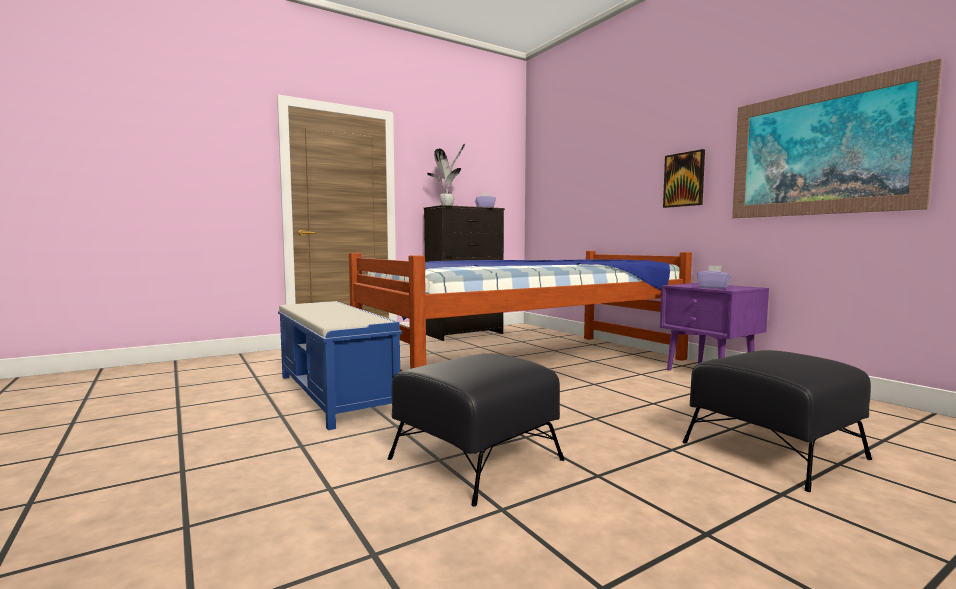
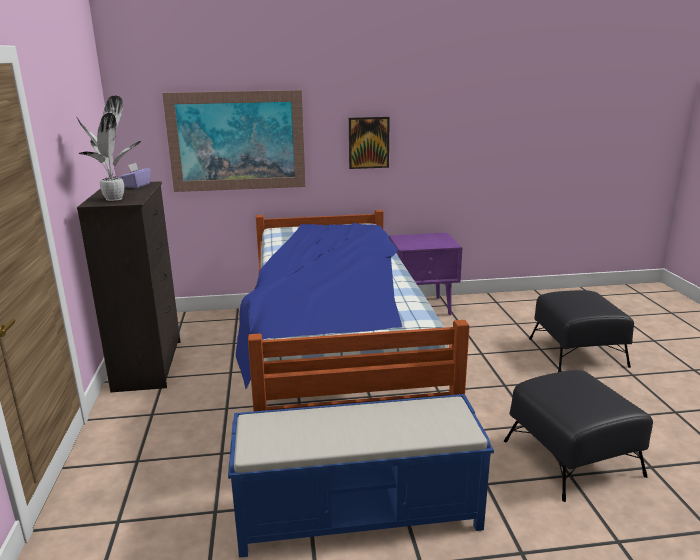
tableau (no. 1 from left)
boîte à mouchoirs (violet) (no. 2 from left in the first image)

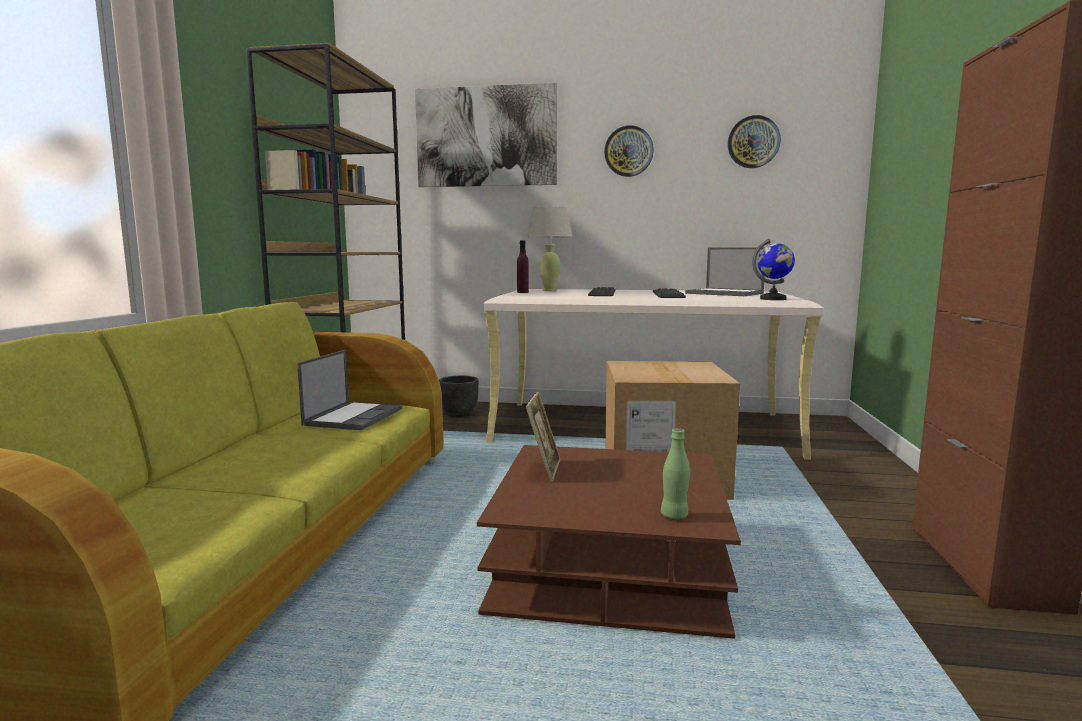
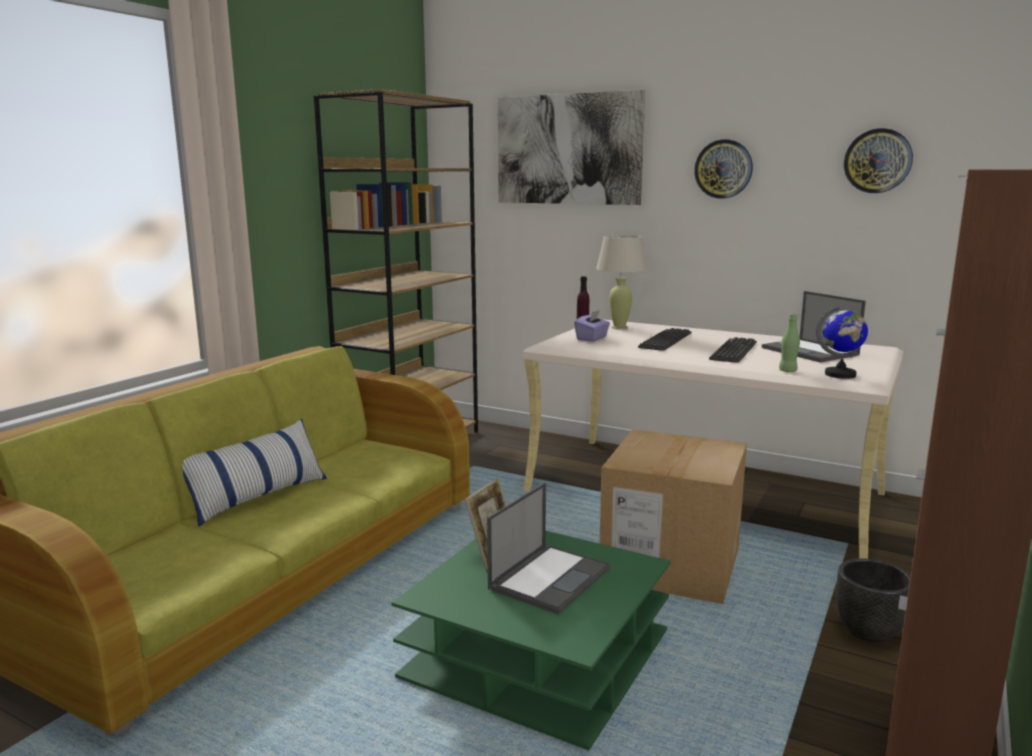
coussin
table basse (vert)
ordinateur portable (no. 1 from left)
boîte à mouchoirs (violet)
bouteille (vert)
cache-pot (noir)

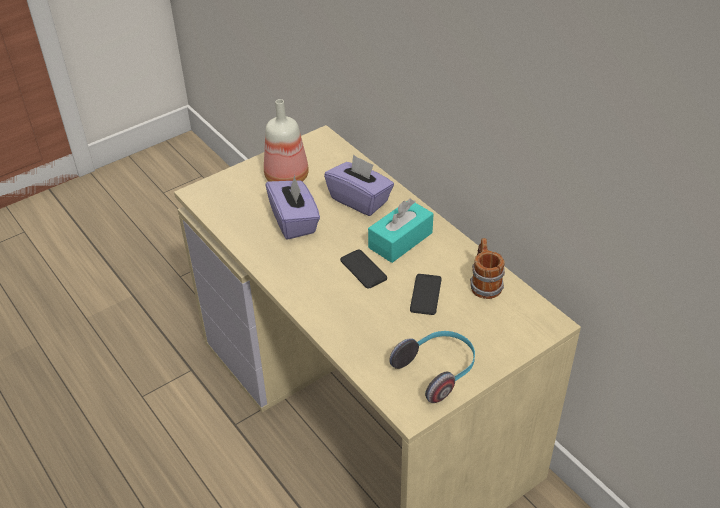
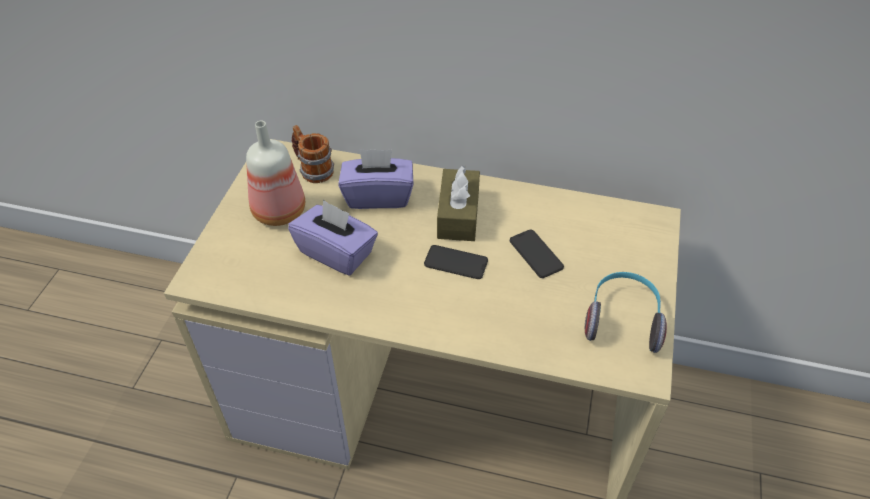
mug
boîte à mouchoirs (marron)

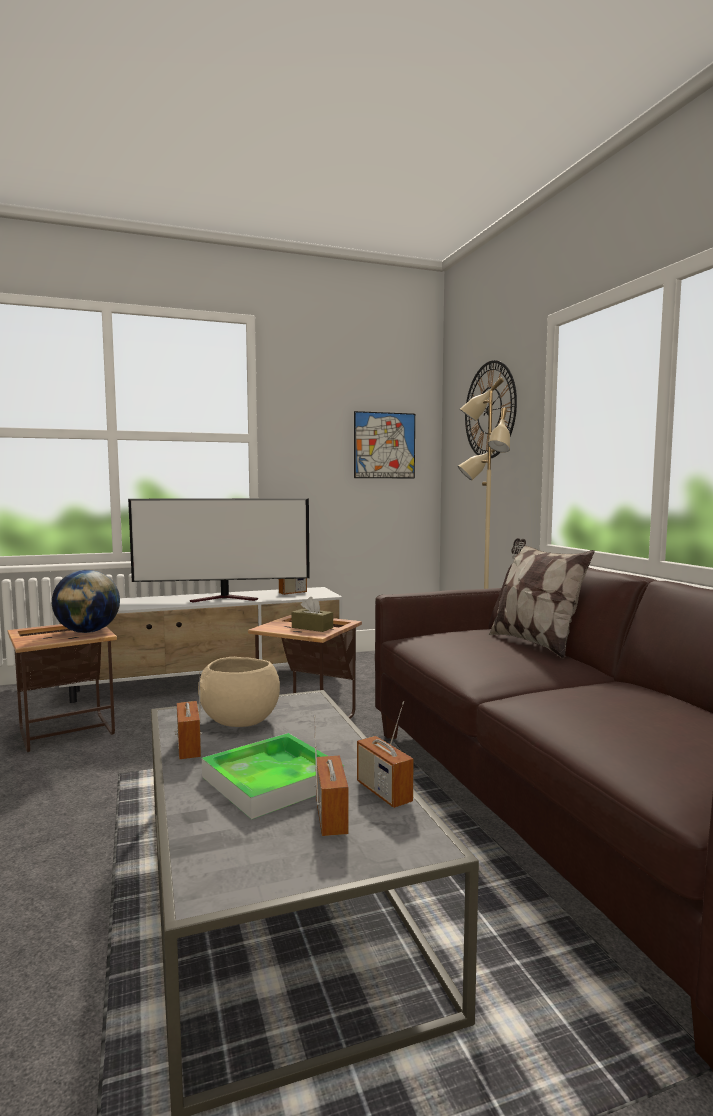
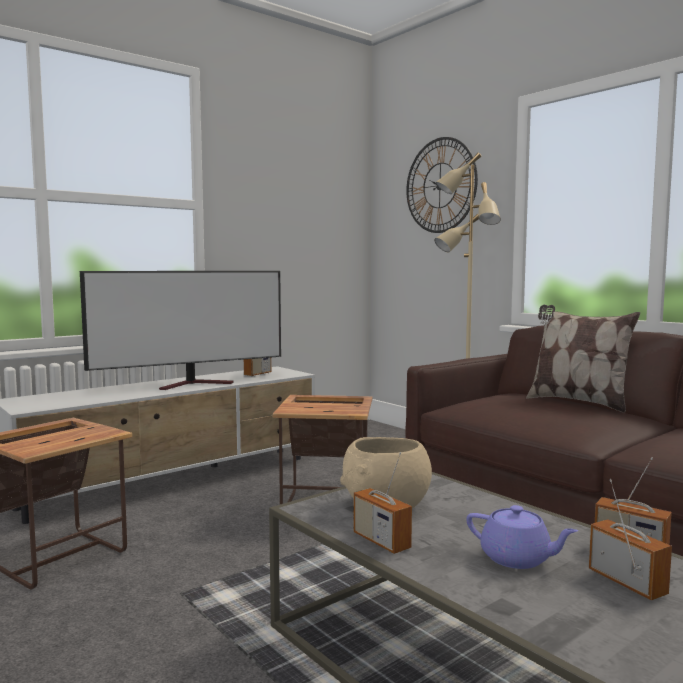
théière (violet)
globe
boîte à mouchoirs (marron)
tableau

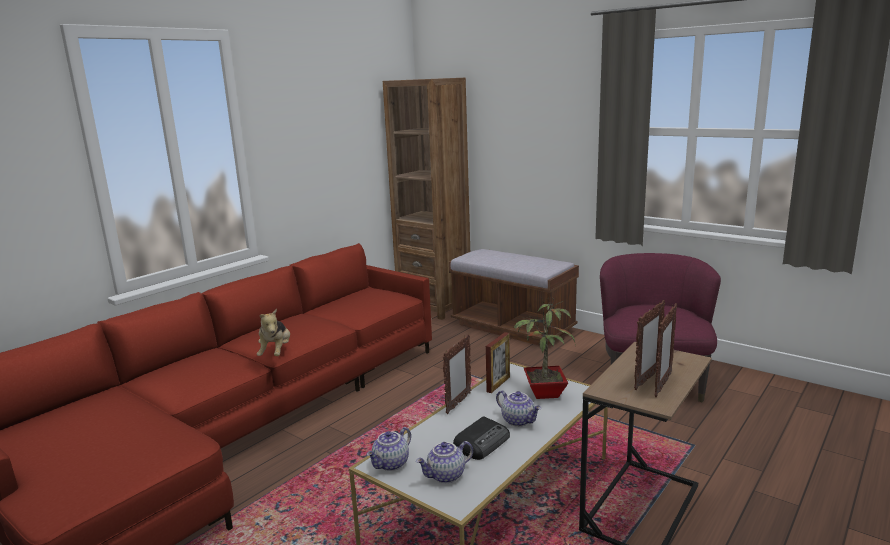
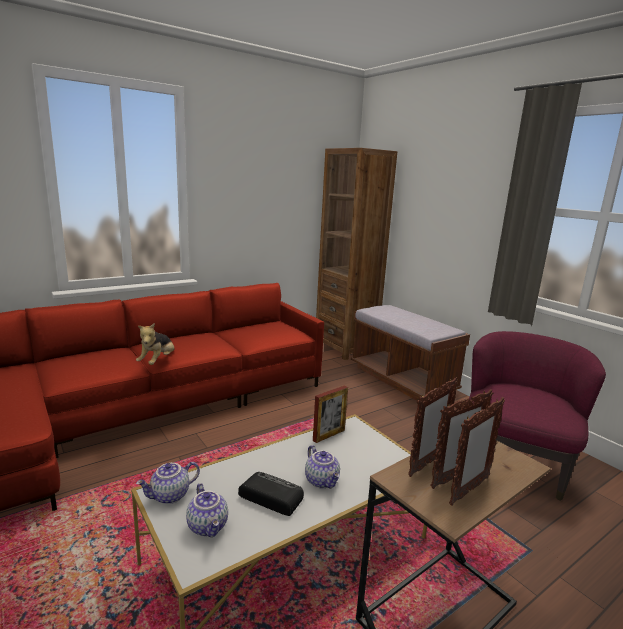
théière (no. 2 from left)
radio
cadre photo (no. 2 from left)
plante en pot

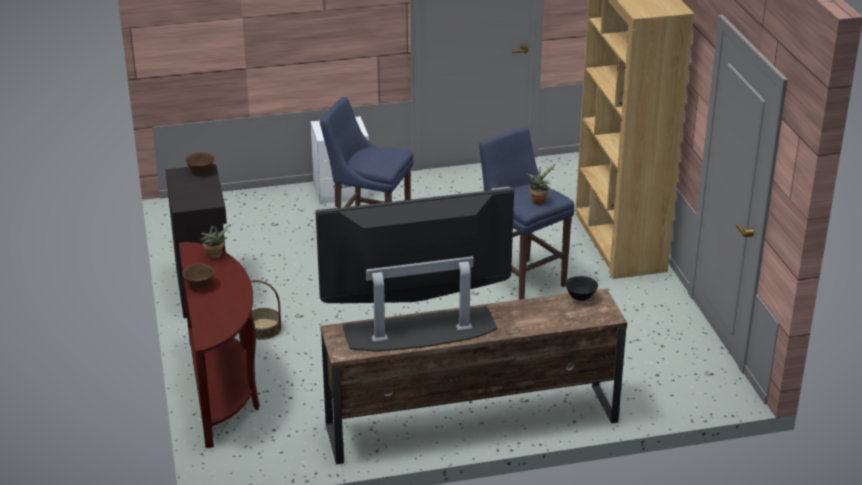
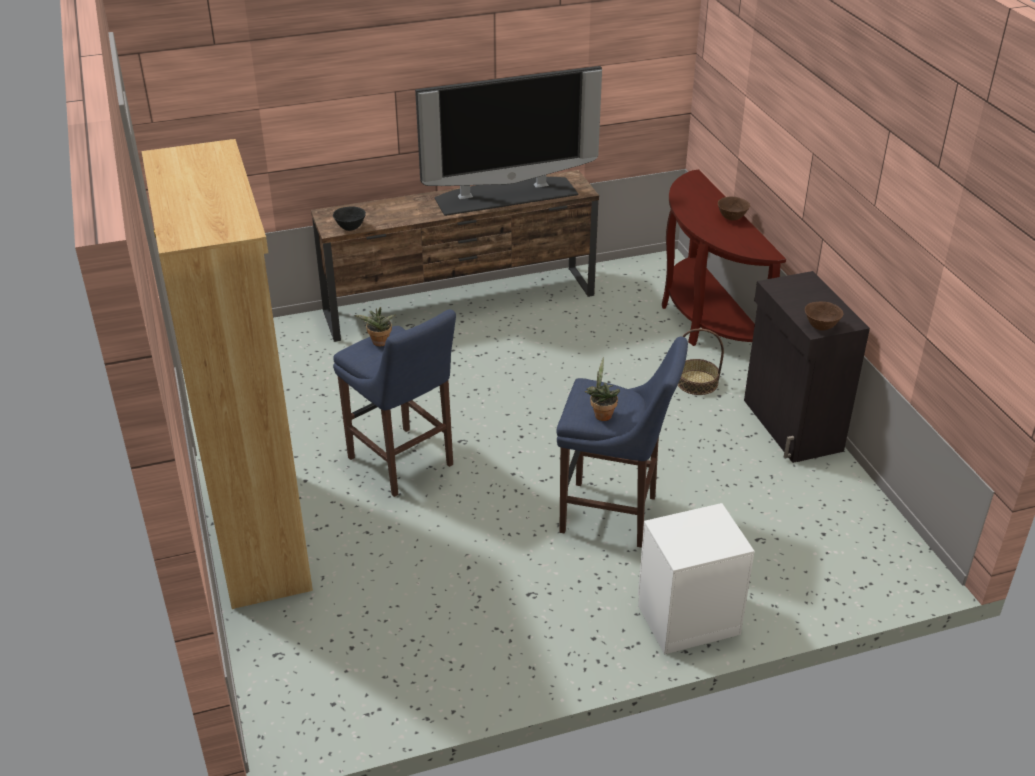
plante en pot (no. 2 from left)

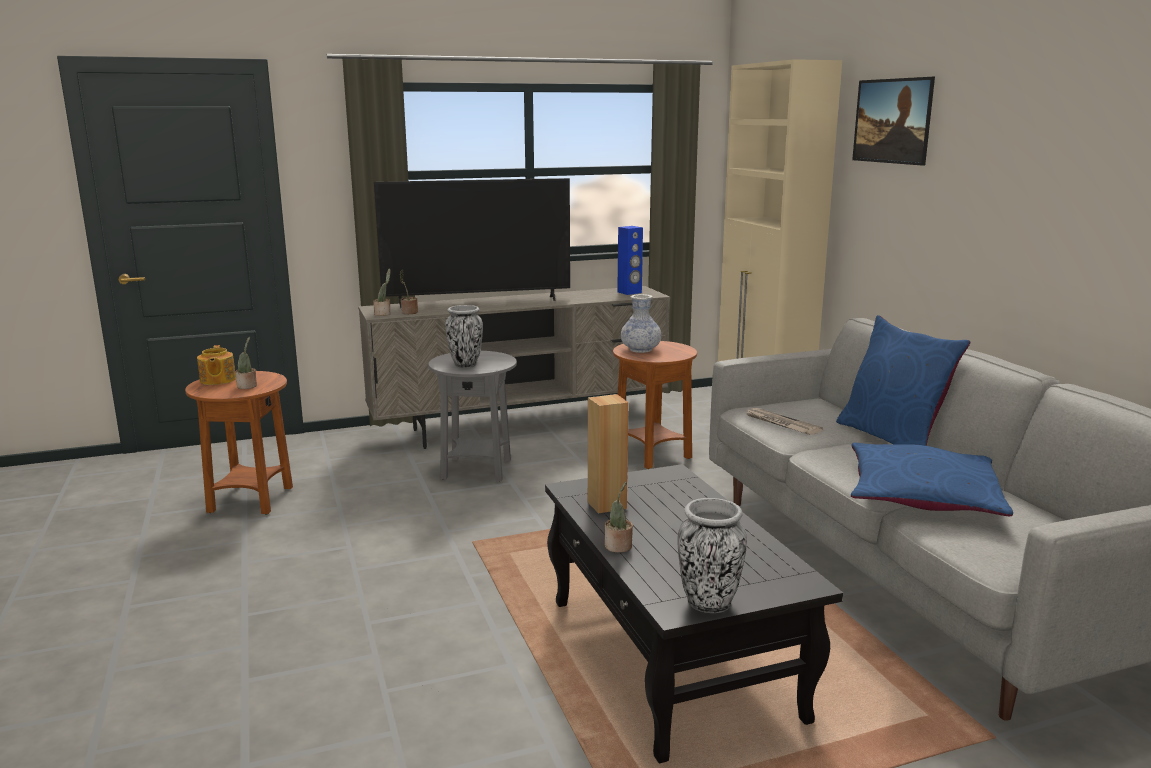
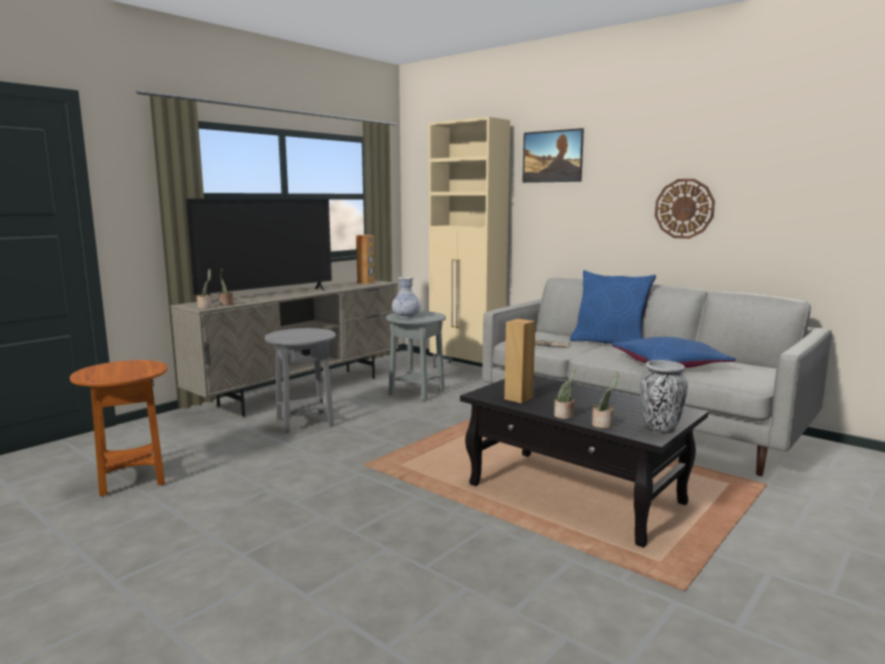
enceinte (marron) (no. 1 from left)
table d'appoint (gris) (no. 2 from left)
plante en pot (no. 4 from left)
horloge murale
théière
vase (no. 1 from left in the first image)

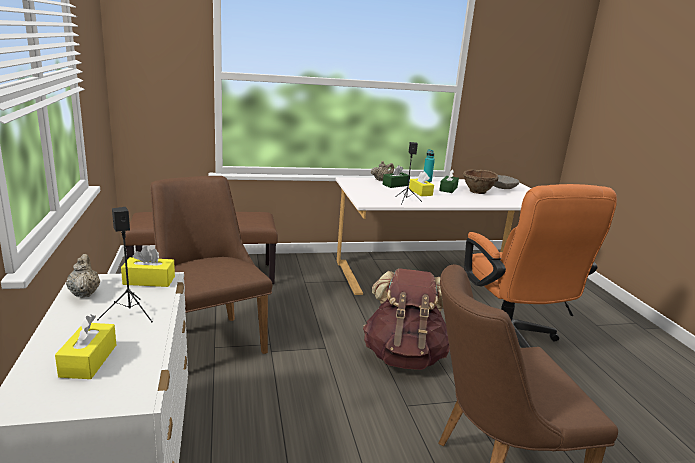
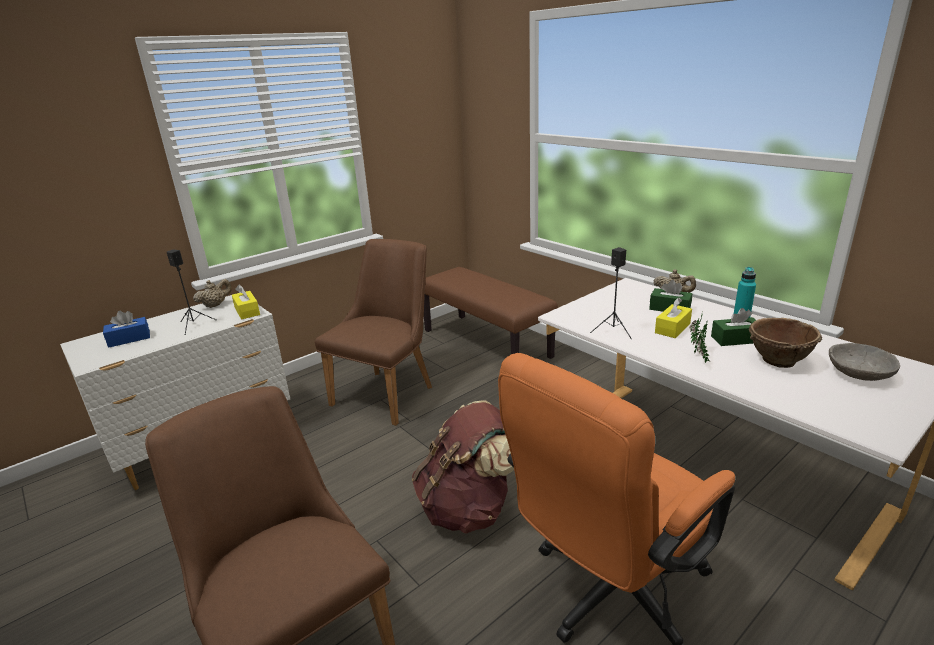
boîte à mouchoirs (bleu)
plante en pot

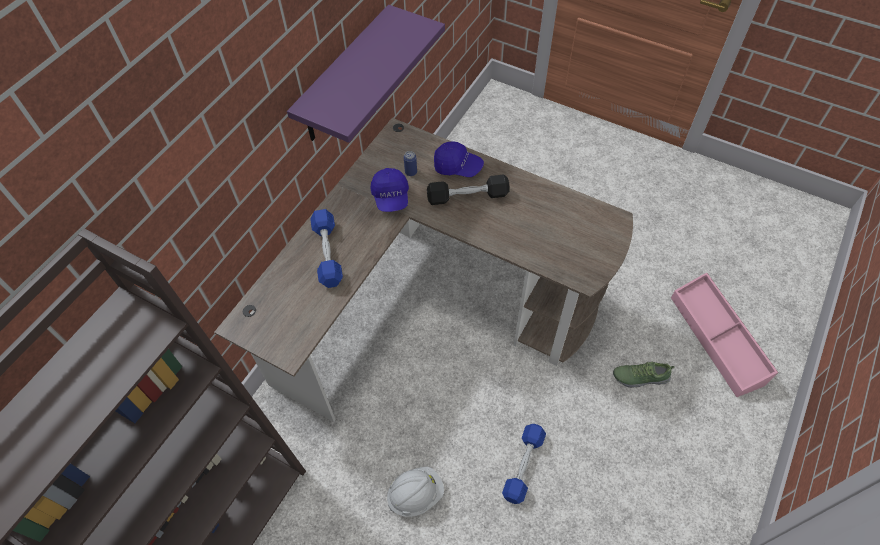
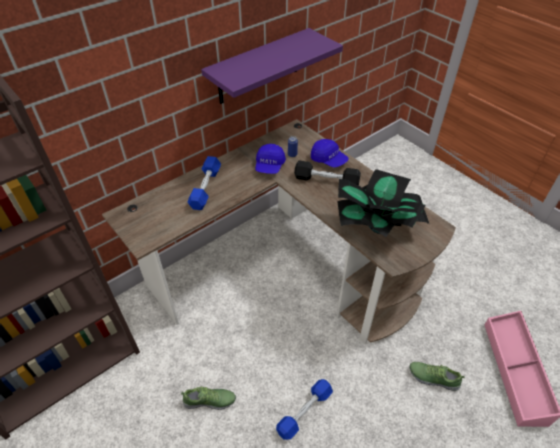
chaussure (no. 1 from left)
plante en pot

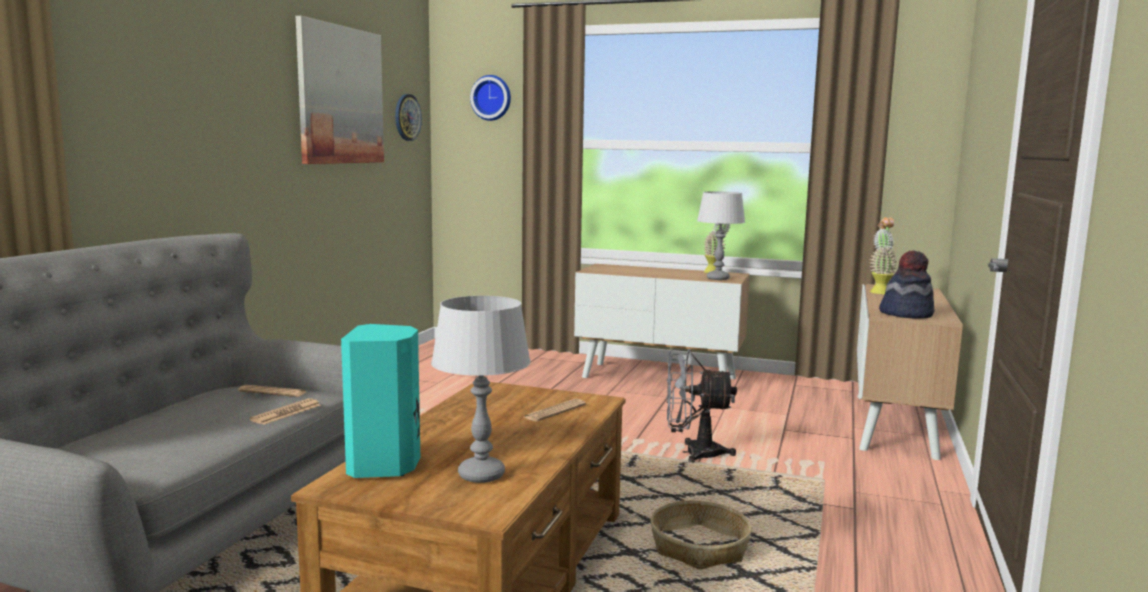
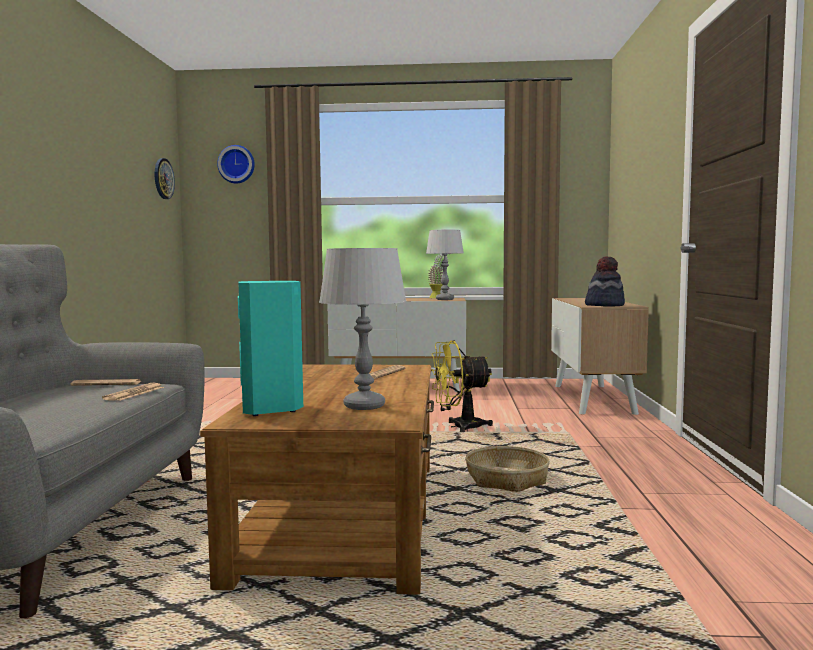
ventilateur (jaune)
tableau
plante en pot (no. 2 from left in the first image)

